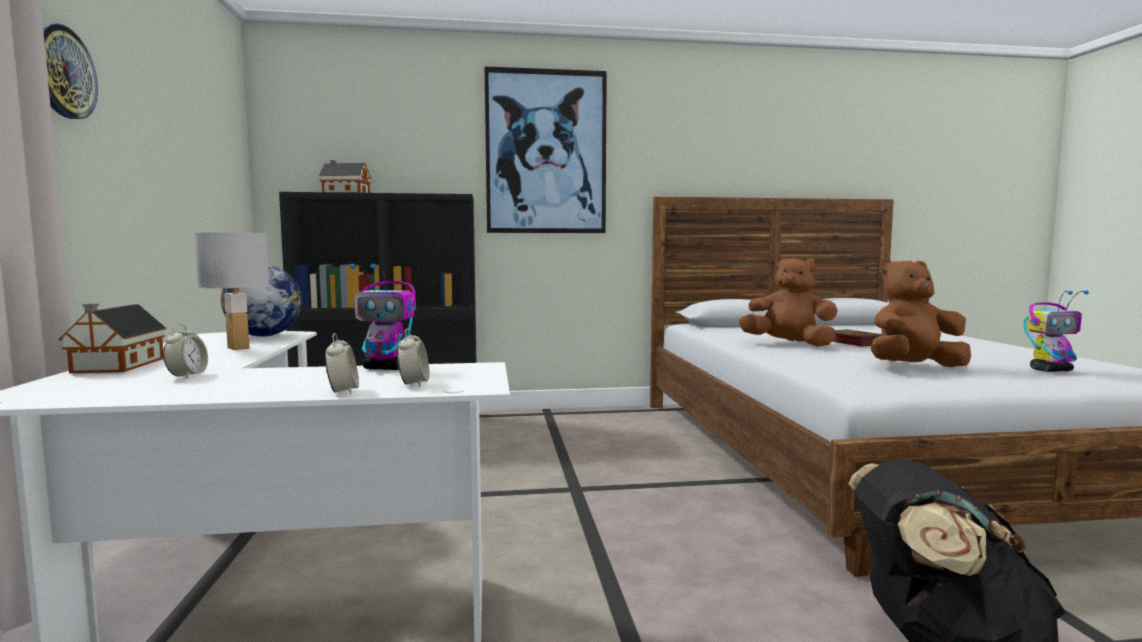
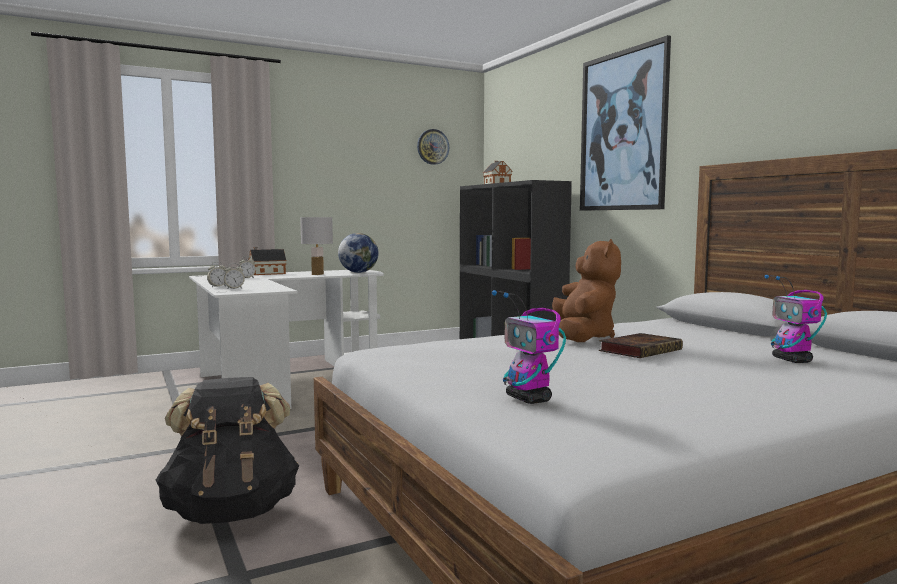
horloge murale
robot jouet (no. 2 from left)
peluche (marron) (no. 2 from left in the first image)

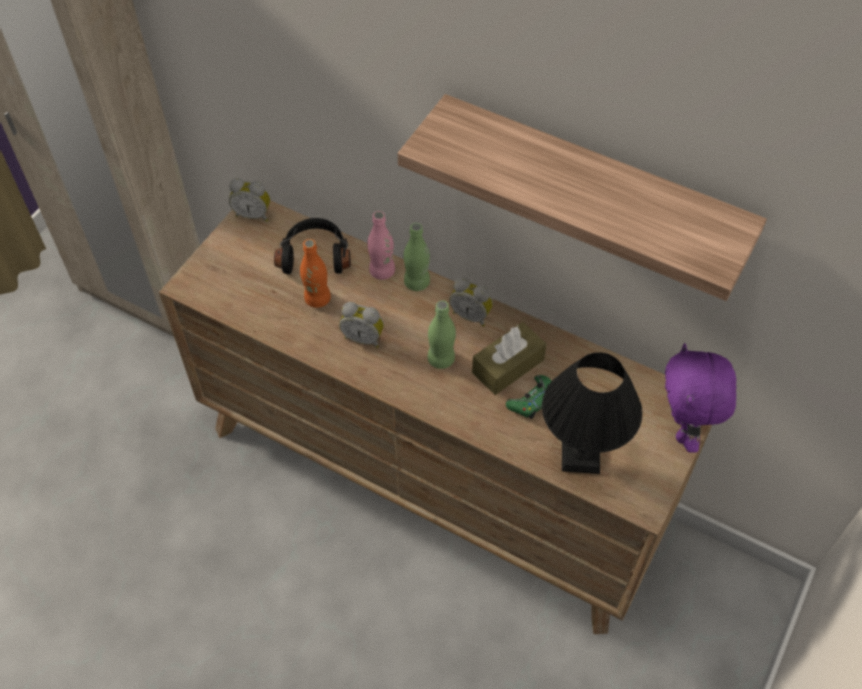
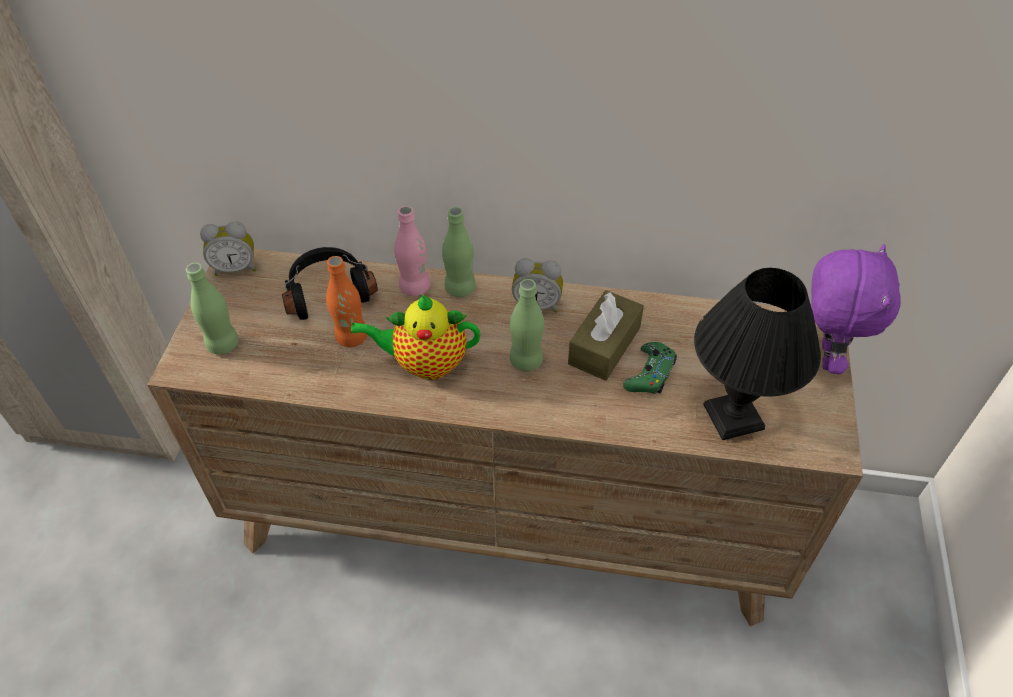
bouteille (vert) (no. 1 from left)
théière
peluche (violet)
étagère

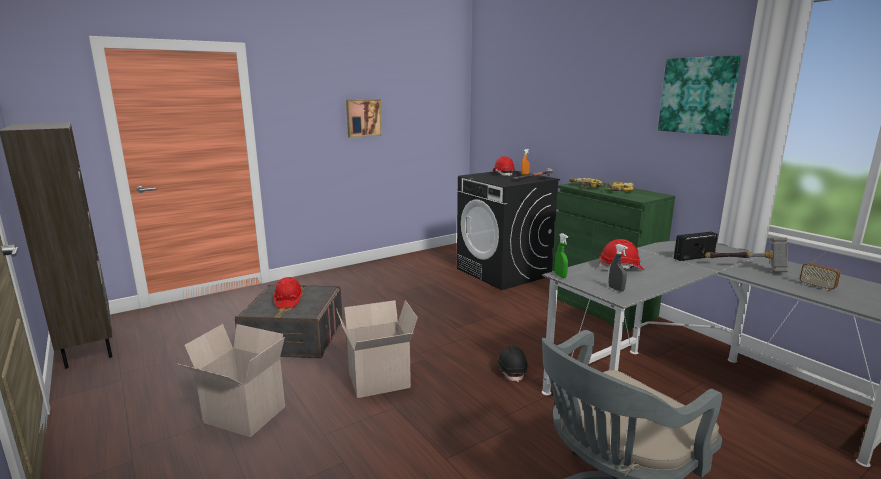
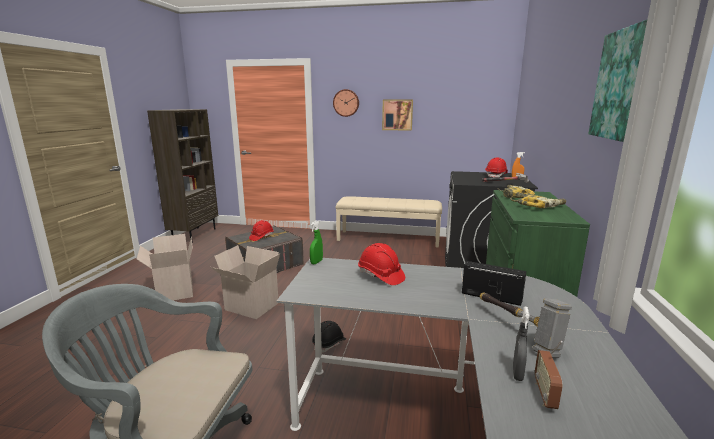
horloge murale
banc (beige)
vaporisateur (gris)

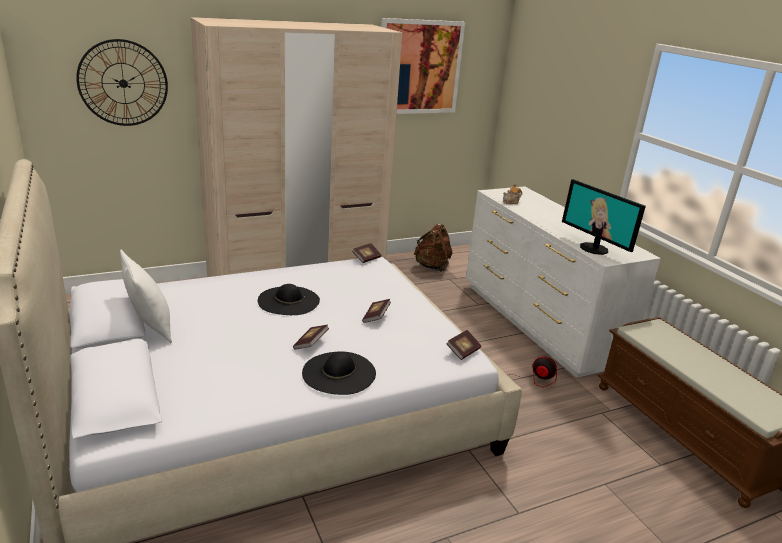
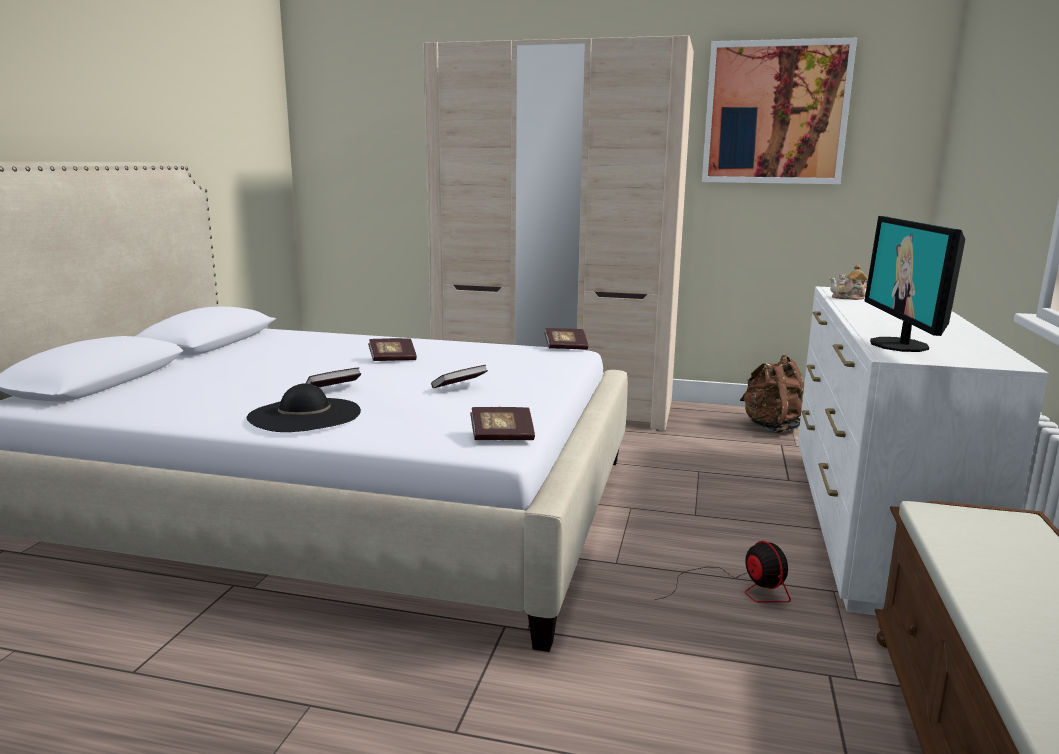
livre (no. 2 from left)
horloge murale
coussin (blanc)

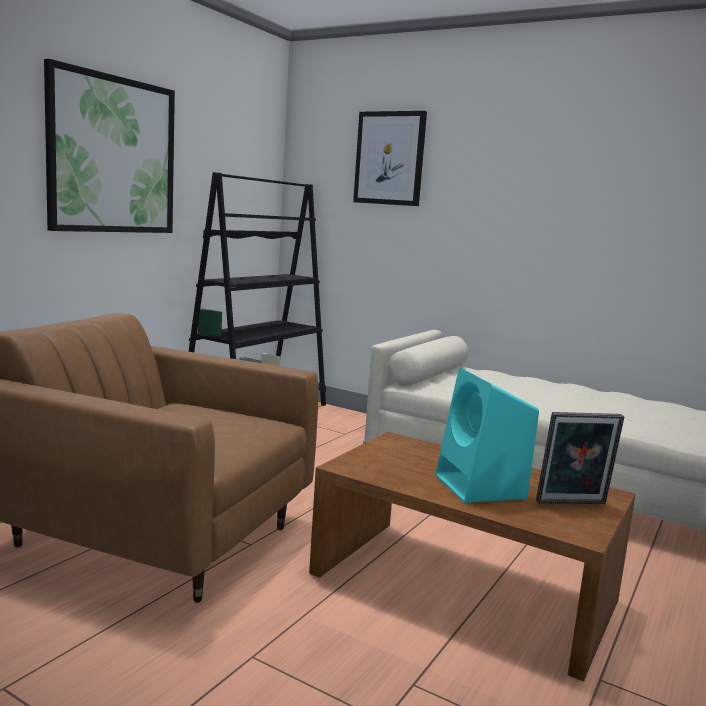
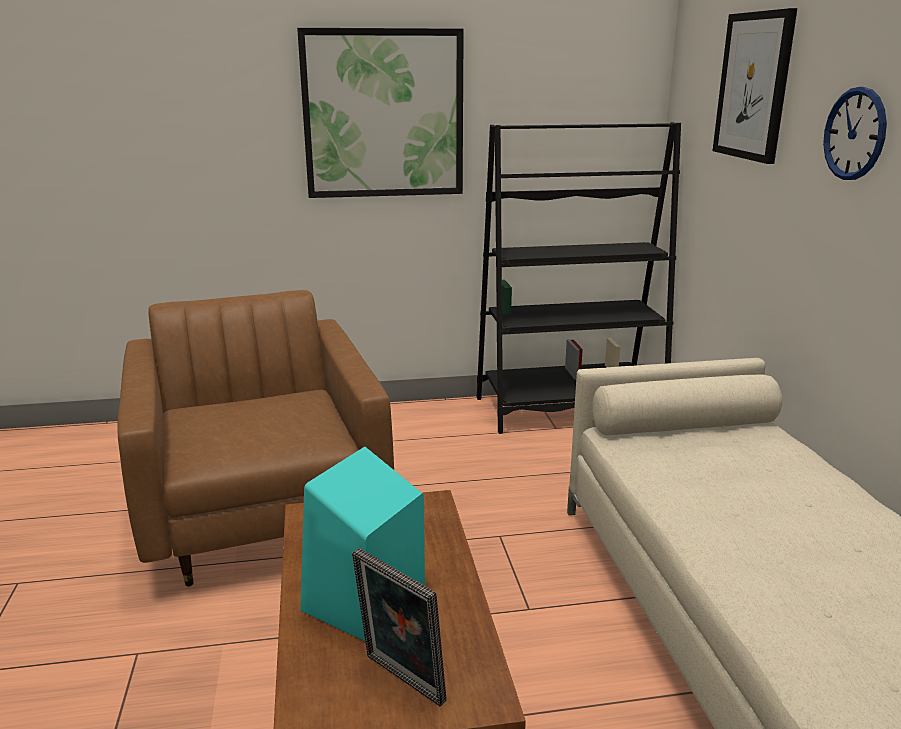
horloge murale

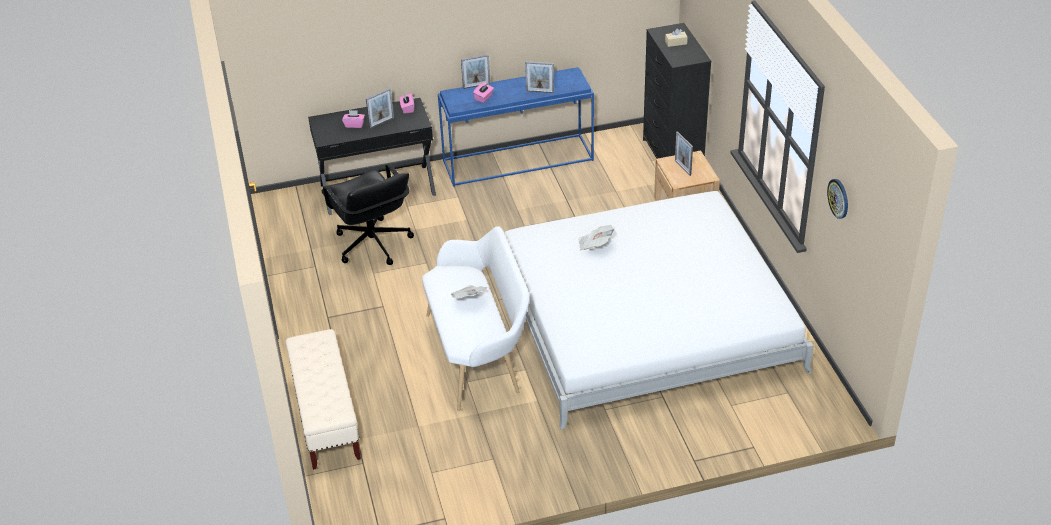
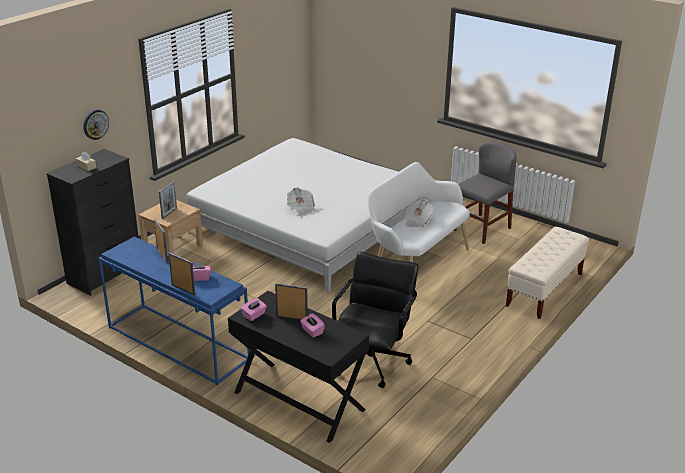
horloge murale
chaise (gris)

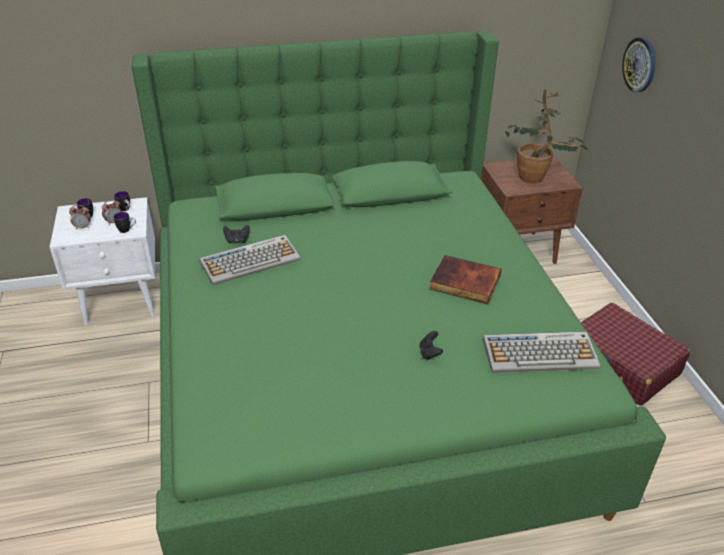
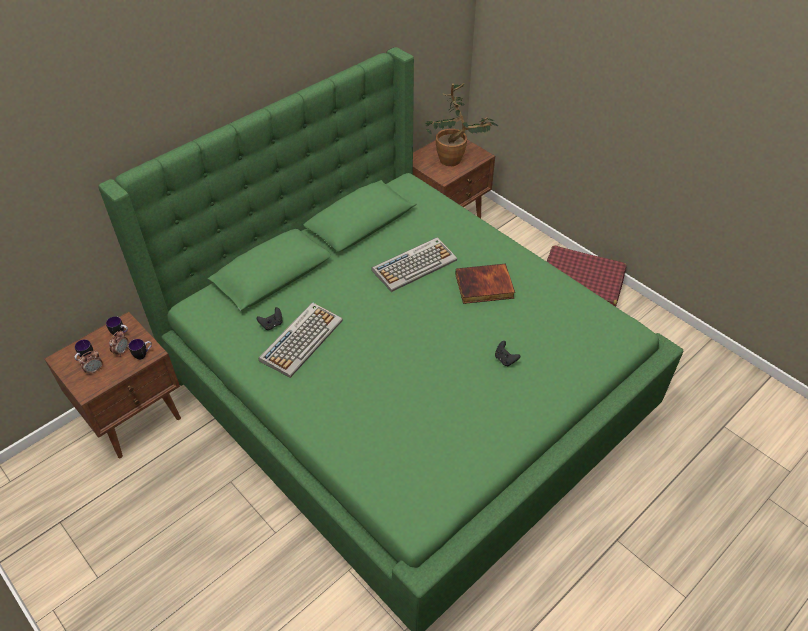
table de chevet (marron) (no. 1 from left)
clavier (no. 2 from left)
horloge murale

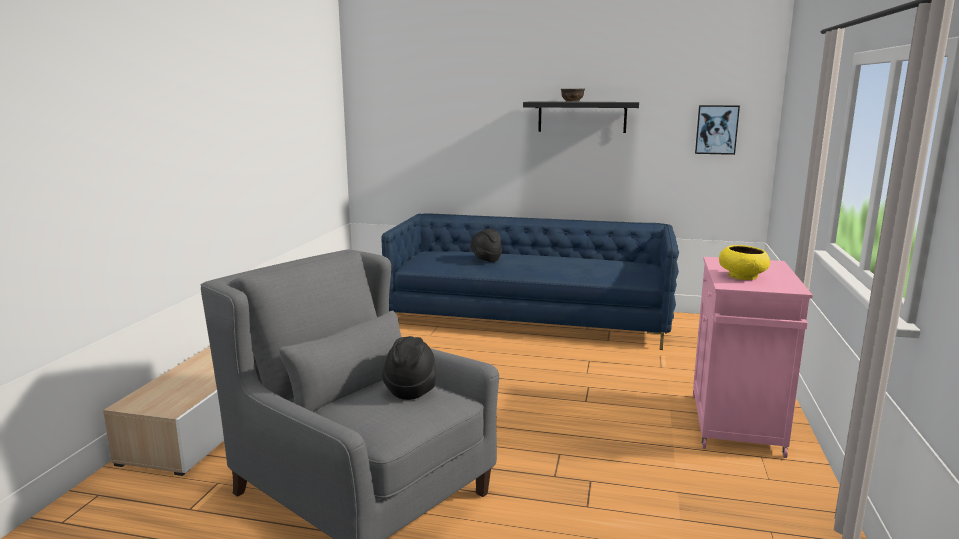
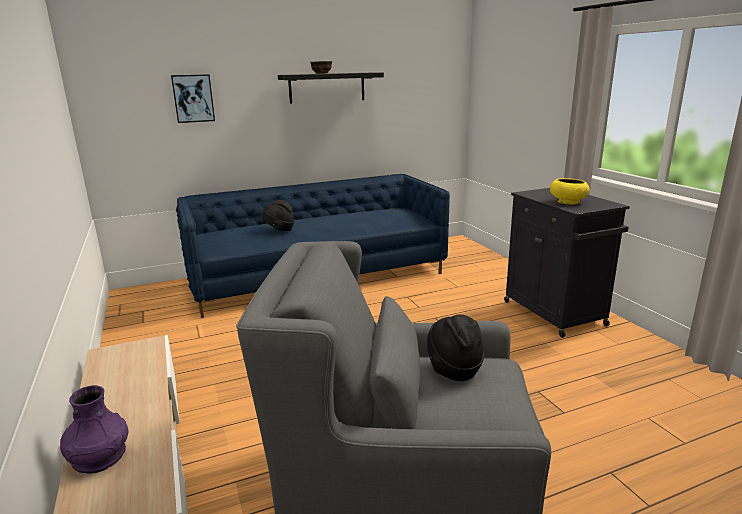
vase (violet)
tableau
meuble de rangement (noir)

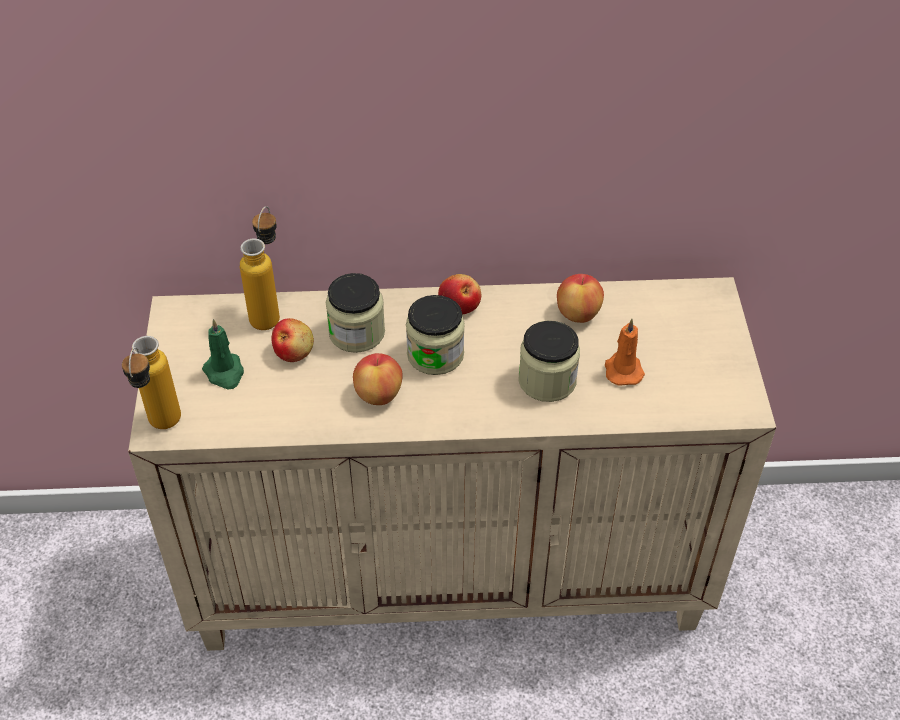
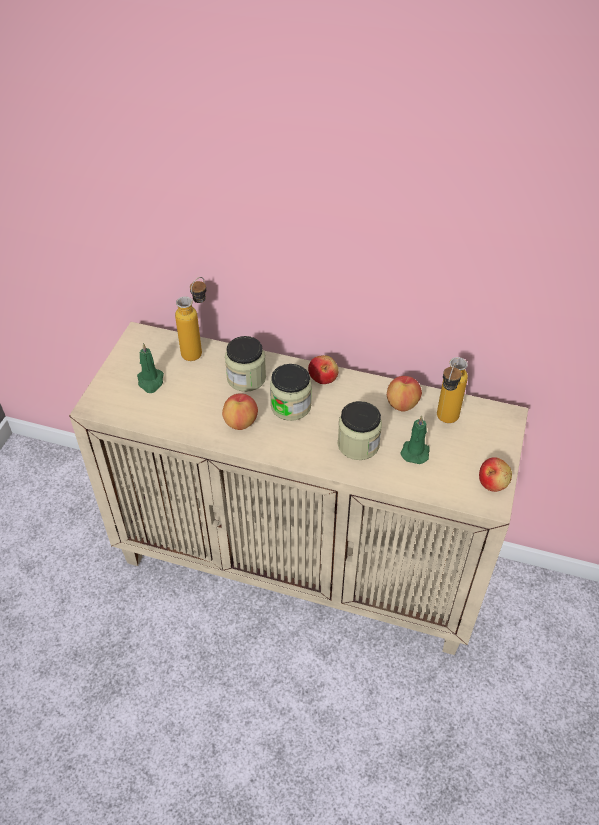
bougie (vert) (no. 2 from left)
bouteille (no. 2 from left)
pomme (no. 4 from left)

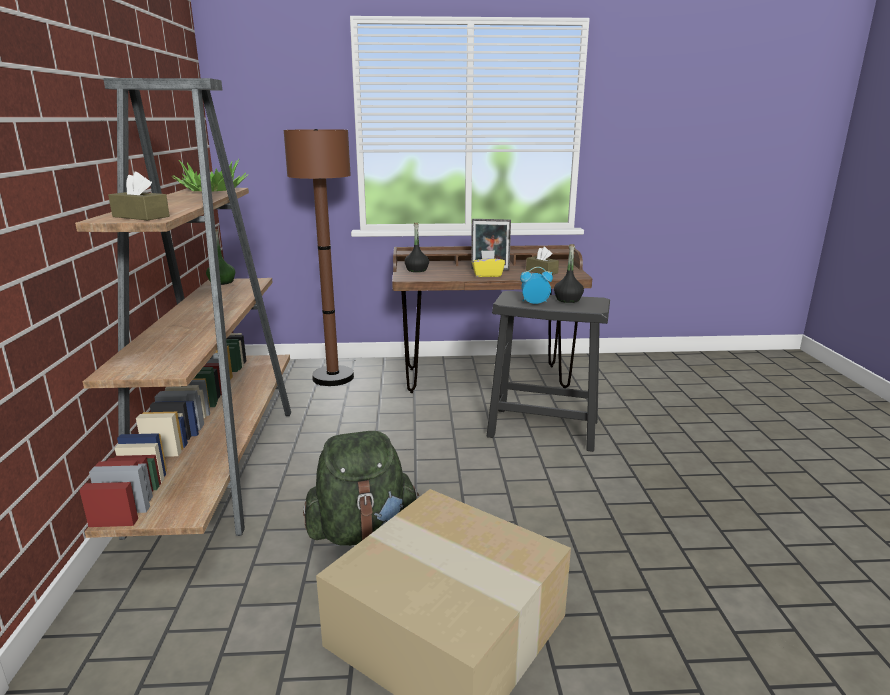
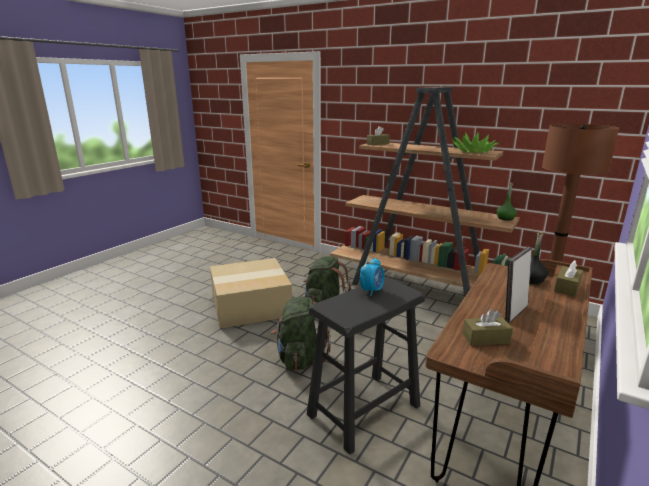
sac à dos (vert) (no. 1 from left)
boîte à mouchoirs (marron) (no. 3 from left)
boîte à mouchoirs (jaune)
bouteille (noir) (no. 2 from left in the first image)

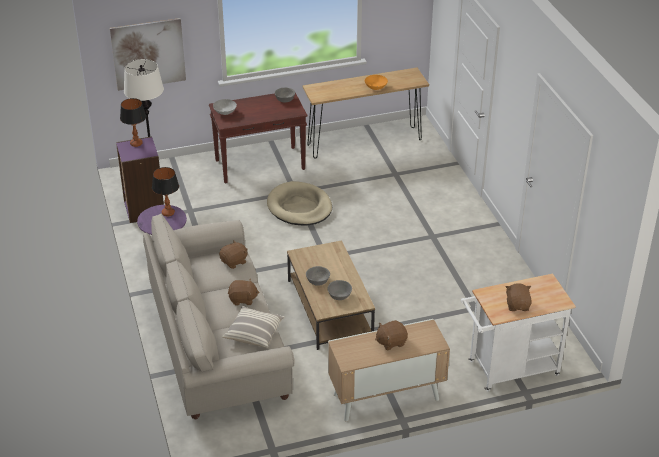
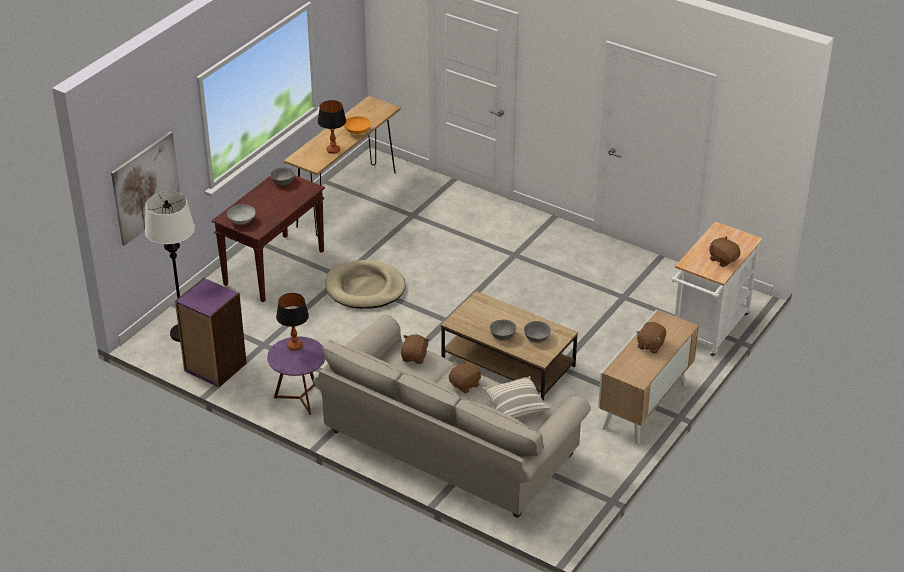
lampe de table (no. 2 from left)

